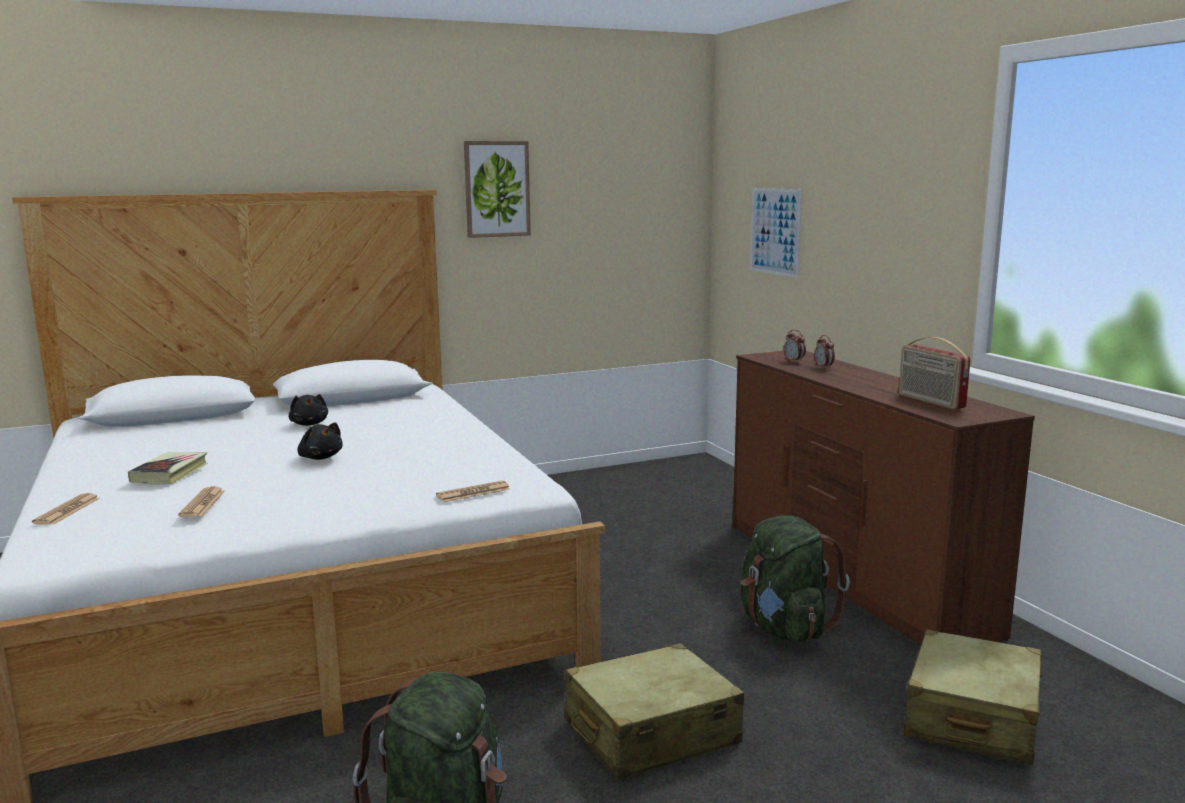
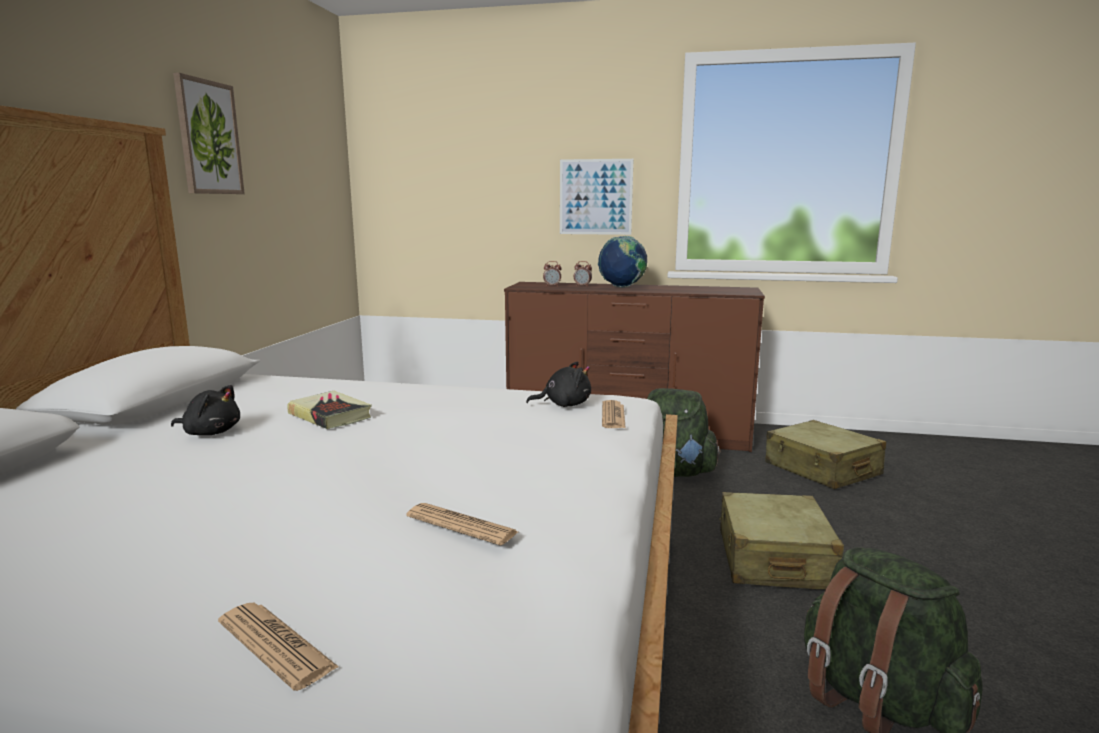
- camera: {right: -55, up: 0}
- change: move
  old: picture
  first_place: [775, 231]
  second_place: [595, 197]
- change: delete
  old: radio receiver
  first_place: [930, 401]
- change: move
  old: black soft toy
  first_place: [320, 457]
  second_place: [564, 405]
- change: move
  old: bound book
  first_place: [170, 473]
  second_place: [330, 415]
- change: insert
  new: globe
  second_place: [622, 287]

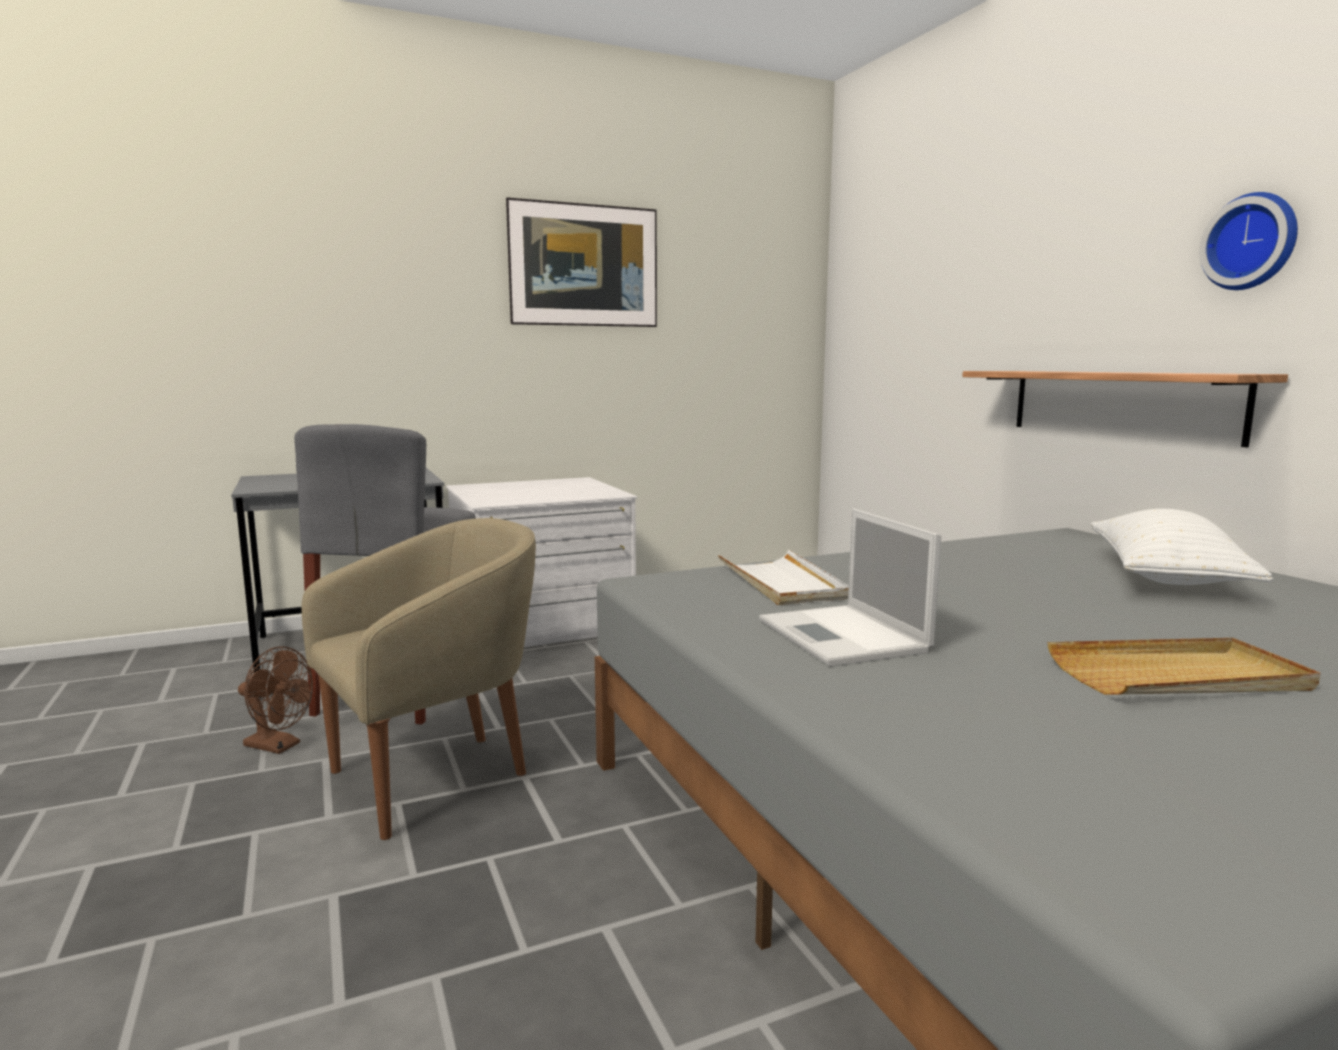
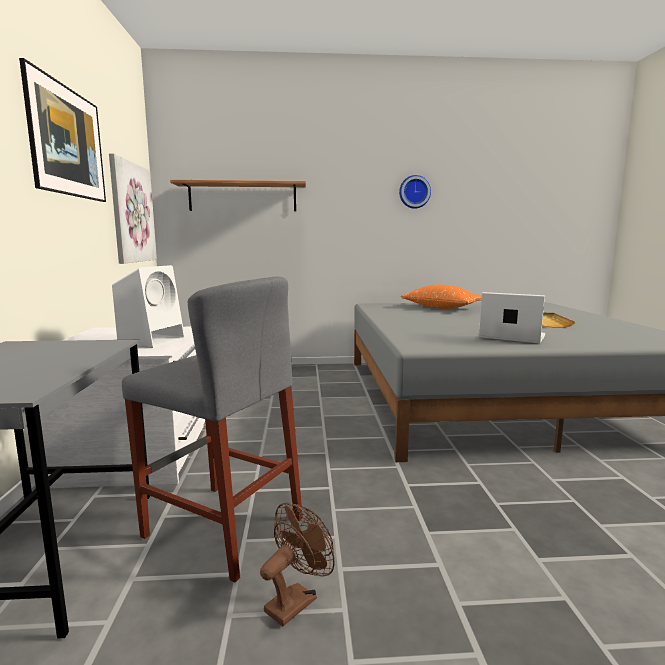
- camera: {right: -70, up: 0}
- change: move
  old: shelf
  first_place: [1120, 404]
  second_place: [242, 197]
- change: rotate
  old: portable computer
  first_place: [844, 637]
  second_place: [510, 336]
  degrees: -150
- change: recolor
  old: whitish throw pillow
  new: orange throw pillow
  first_place: [1165, 577]
  second_place: [440, 308]
- change: delete
  old: beige armchair
  first_place: [436, 776]
- change: delete
  old: whitish tray
  first_place: [782, 583]
- change: insert
  new: picture
  second_place: [132, 213]
- change: insert
  new: whitish loudspeaker
  second_place: [152, 341]

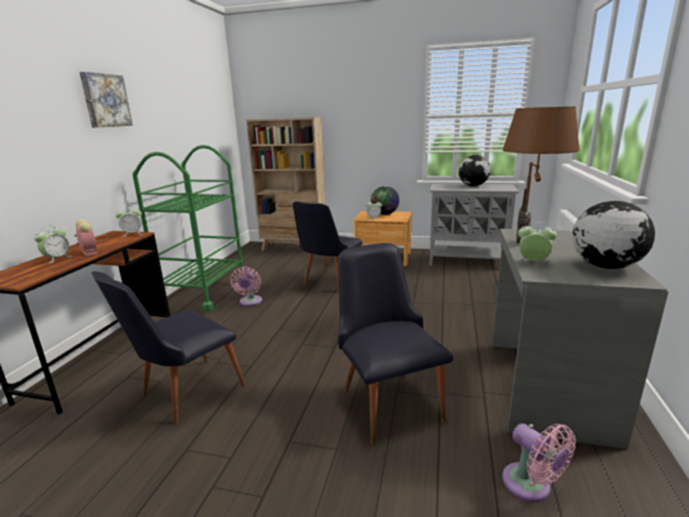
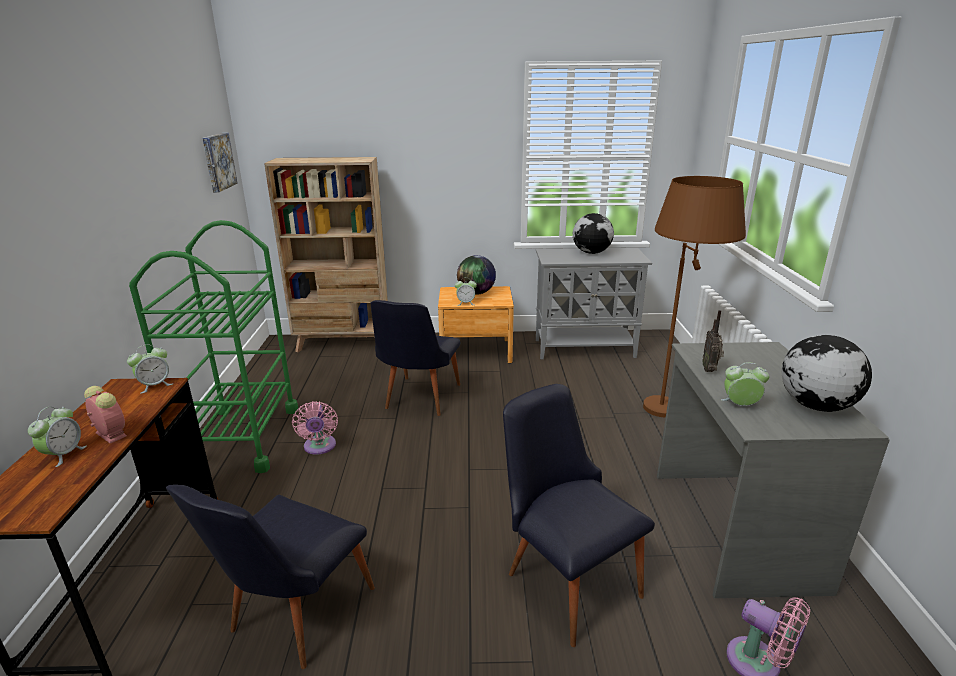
- camera: {right: -15, up: 5}
- change: move
  old: picture
  first_place: [105, 100]
  second_place: [217, 162]

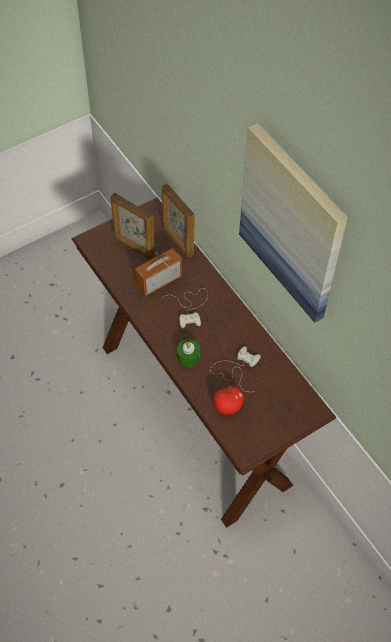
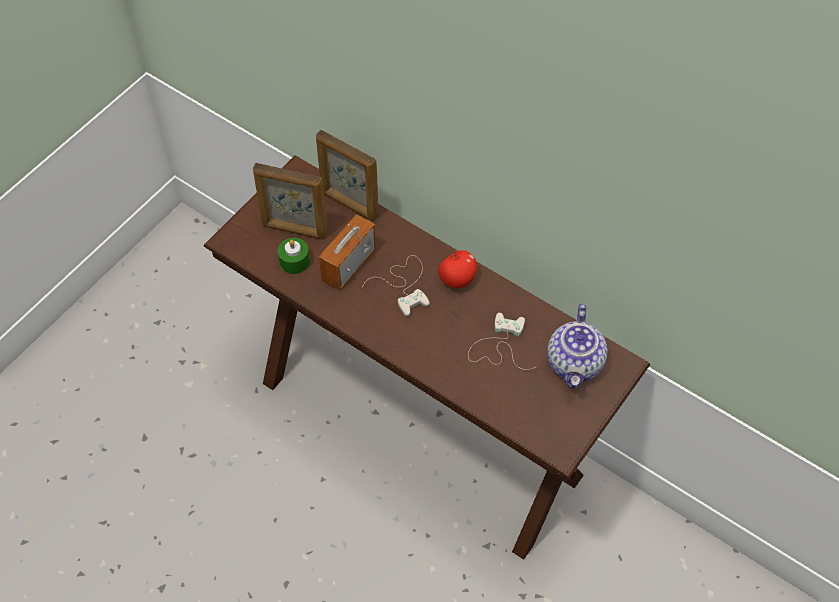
- camera: {right: -20, up: 0}
- change: delete
  old: picture
  first_place: [292, 224]
- change: move
  old: green wax light
  first_place: [188, 356]
  second_place: [294, 261]
- change: move
  old: whole apple
  first_place: [227, 407]
  second_place: [457, 279]
- change: insert
  new: teapot
  second_place: [575, 364]

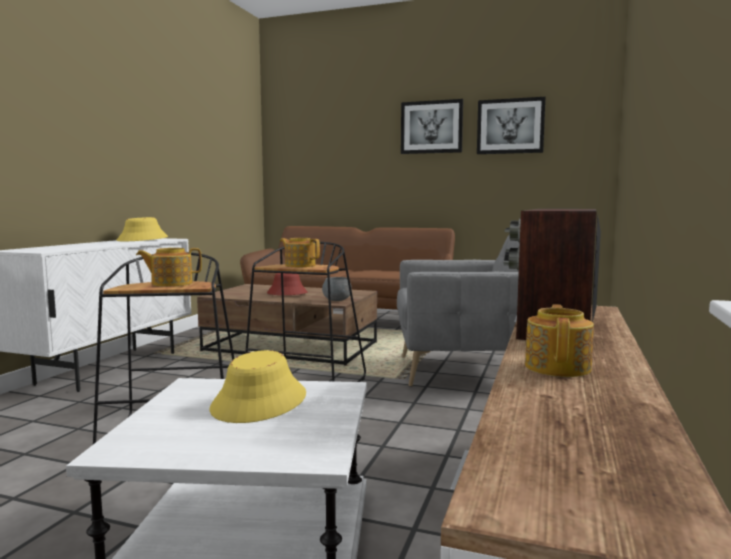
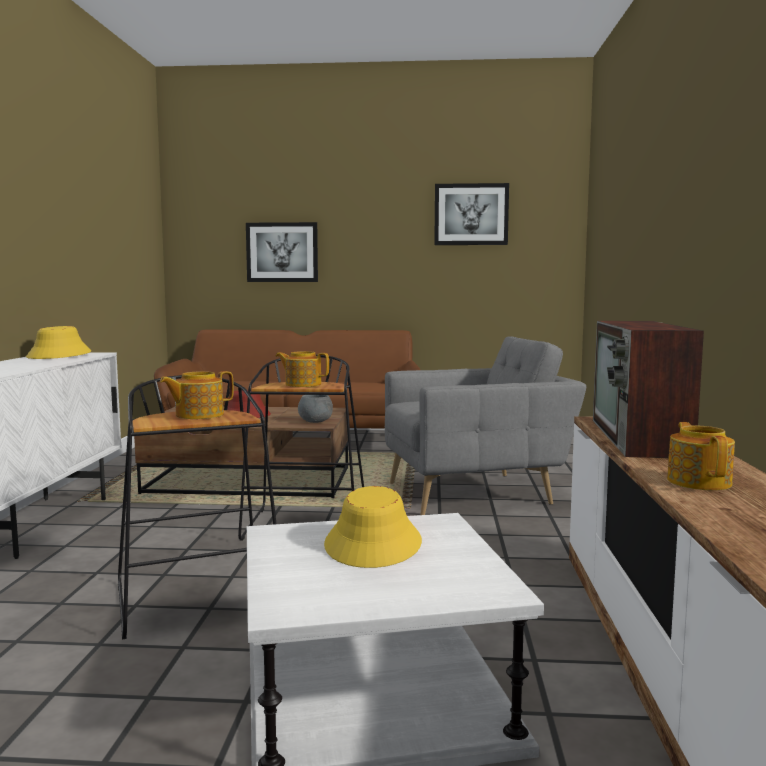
- camera: {right: -15, up: 0}
- change: move
  old: picture
  first_place: [431, 127]
  second_place: [282, 252]

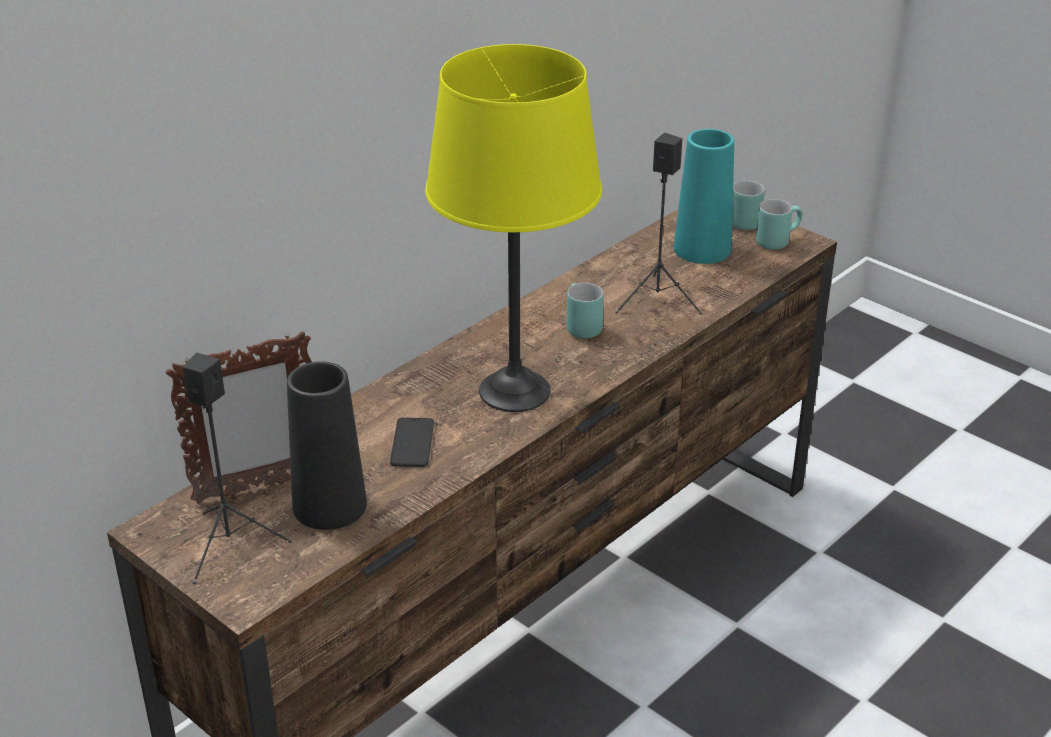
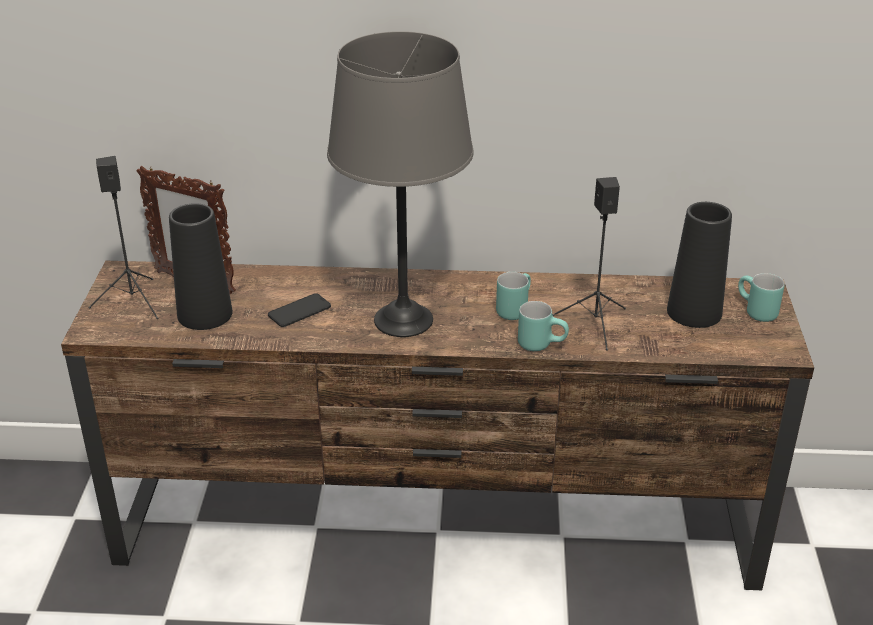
- camera: {right: 50, up: 0}
- change: recolor
  old: yellowish table lamp
  new: greyish table lamp
  first_place: [515, 391]
  second_place: [403, 320]
- change: recolor
  old: blue-green decorative vase
  new: black decorative vase
  first_place: [702, 249]
  second_place: [694, 312]
- change: move
  old: blue-green mug
  first_place: [776, 240]
  second_place: [542, 344]

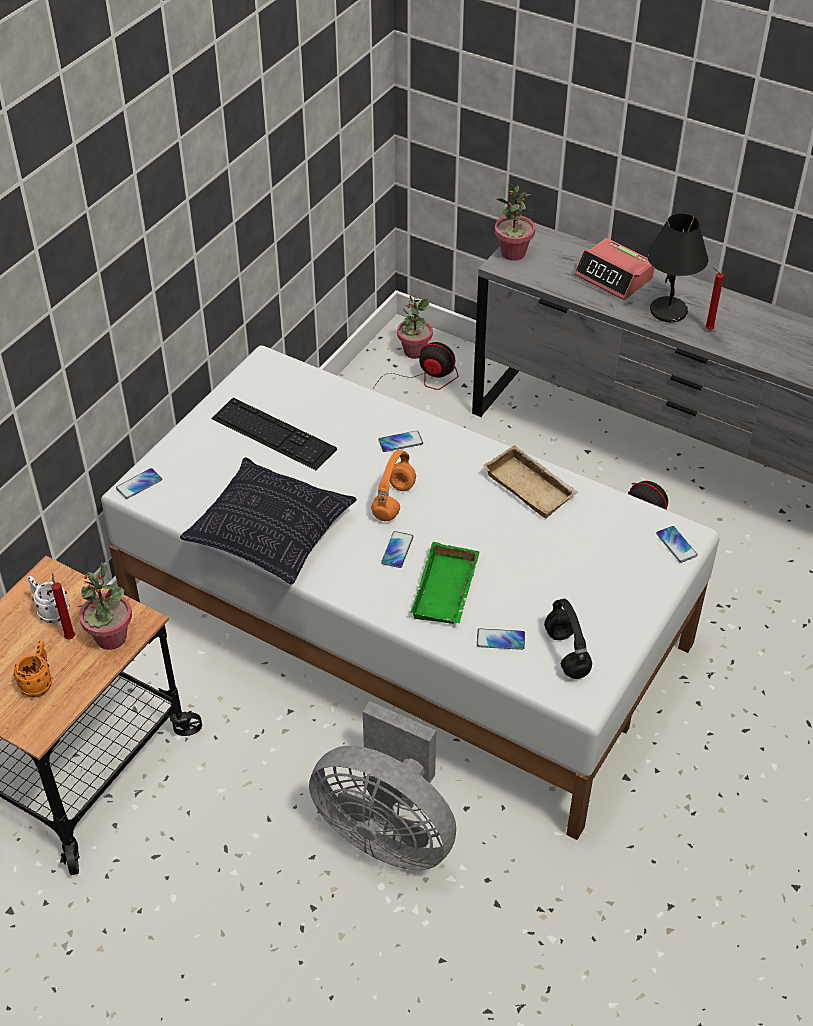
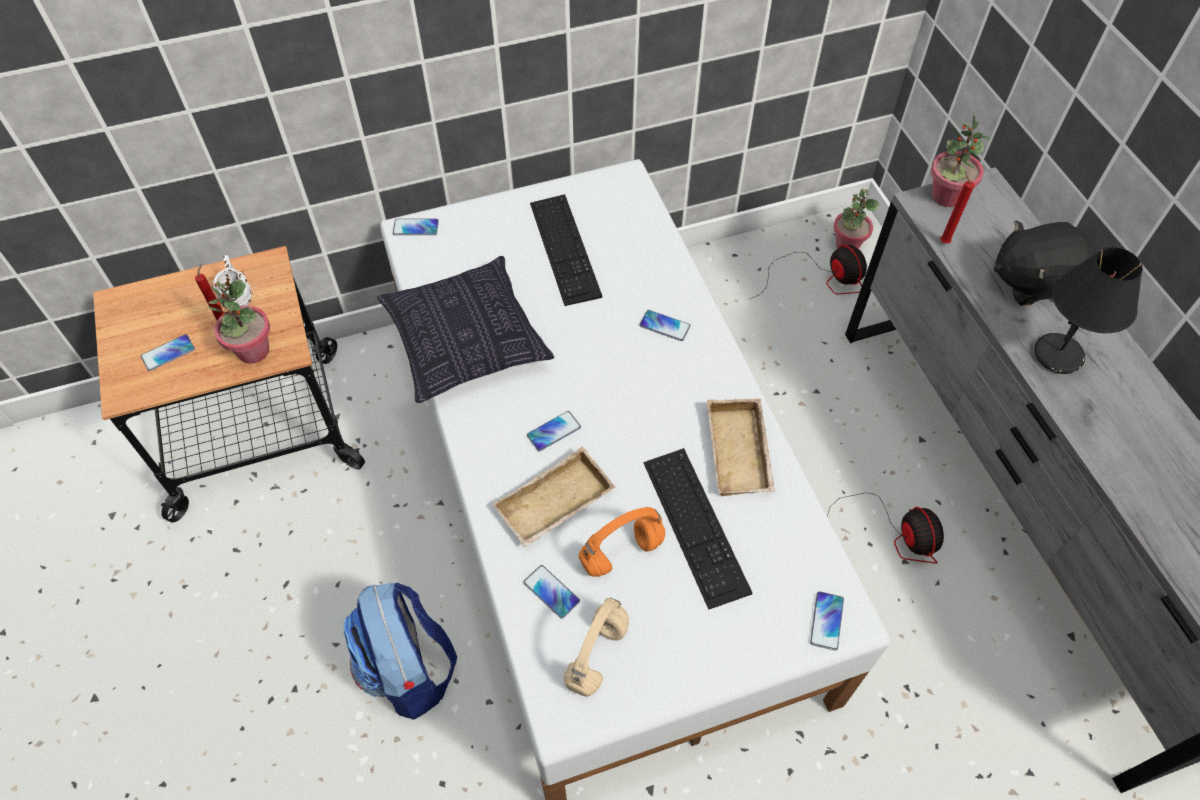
- camera: {right: 40, up: 10}
- change: replace
  old: bedside clock
  new: black soft toy
  first_place: [614, 277]
  second_place: [1032, 282]
- change: move
  old: reddish wax light
  first_place: [707, 329]
  second_place: [943, 241]
- change: move
  old: orange headphones
  first_place: [394, 502]
  second_place: [621, 554]
- change: recolor
  old: green tray
  new: beige tray
  first_place: [447, 591]
  second_place: [555, 505]
- change: recolor
  old: black headphones
  new: beige headphones
  first_place: [567, 654]
  second_place: [597, 657]
- change: replace
  old: orange mug
  new: handset
  first_place: [39, 683]
  second_place: [168, 353]
- change: replace
  old: greyish electric fan
  new: rucksack
  first_place: [387, 831]
  second_place: [409, 670]
- change: insert
  new: computer keyboard
  second_place: [695, 525]

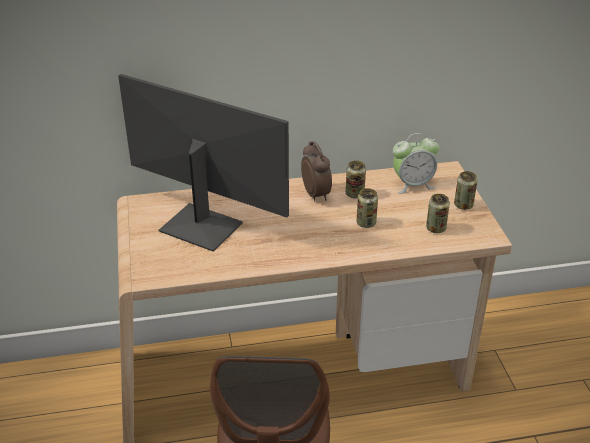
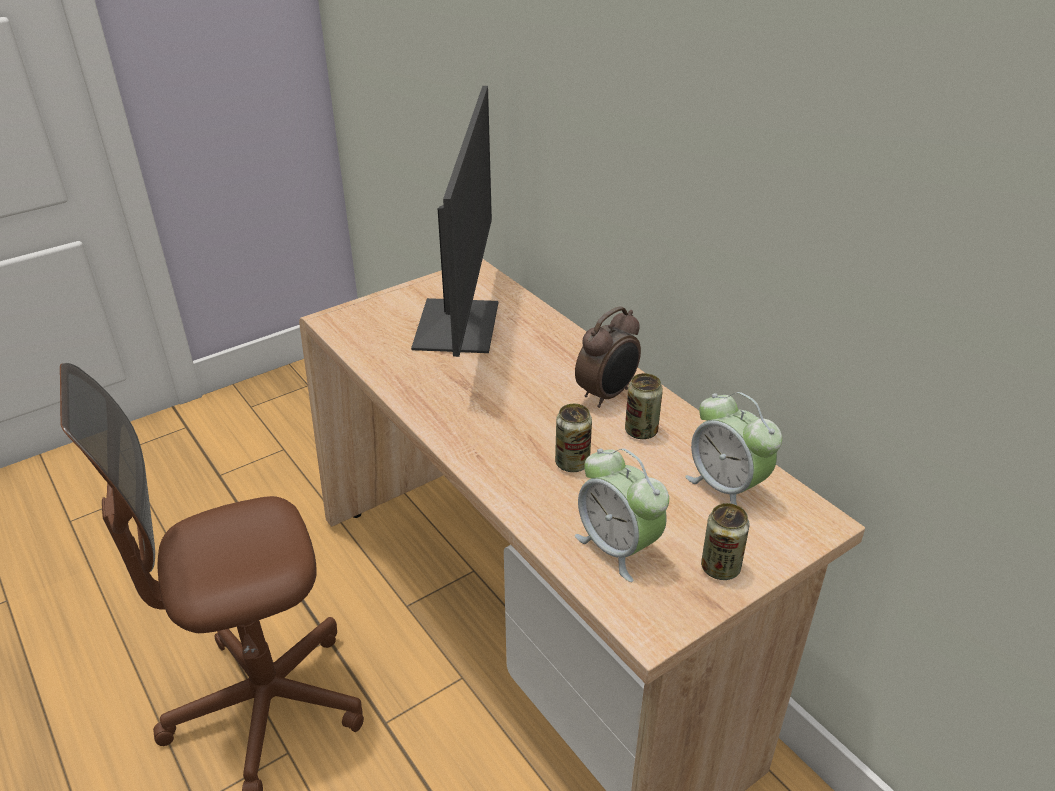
- camera: {right: 65, up: 0}
- change: replace
  old: sealed can
  new: bedside clock
  first_place: [435, 228]
  second_place: [618, 547]

